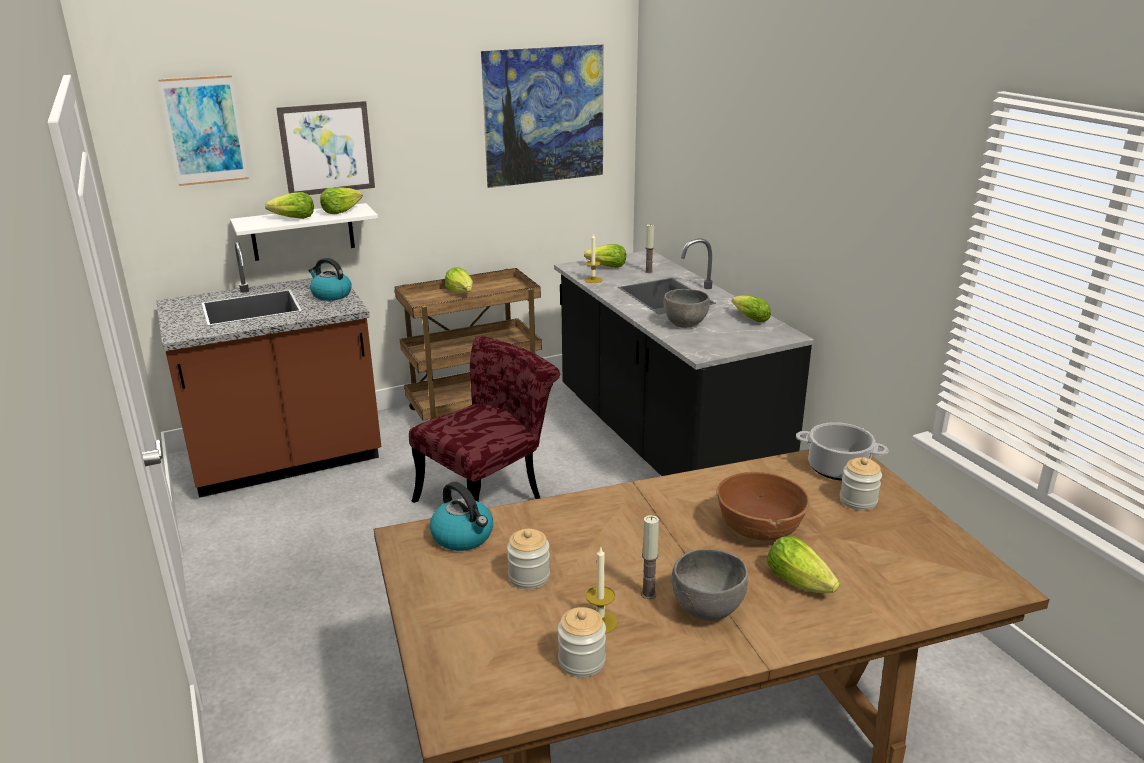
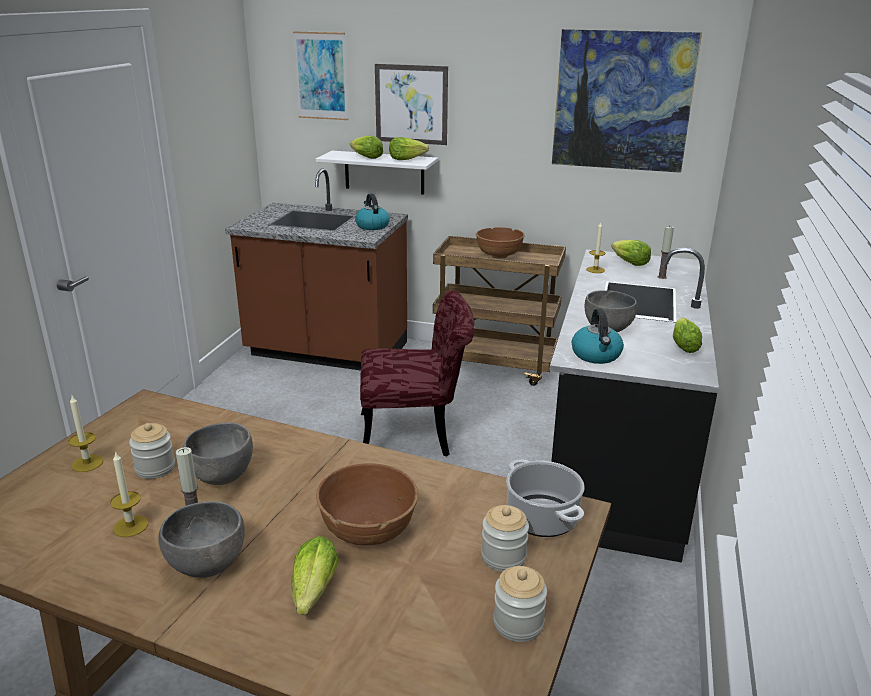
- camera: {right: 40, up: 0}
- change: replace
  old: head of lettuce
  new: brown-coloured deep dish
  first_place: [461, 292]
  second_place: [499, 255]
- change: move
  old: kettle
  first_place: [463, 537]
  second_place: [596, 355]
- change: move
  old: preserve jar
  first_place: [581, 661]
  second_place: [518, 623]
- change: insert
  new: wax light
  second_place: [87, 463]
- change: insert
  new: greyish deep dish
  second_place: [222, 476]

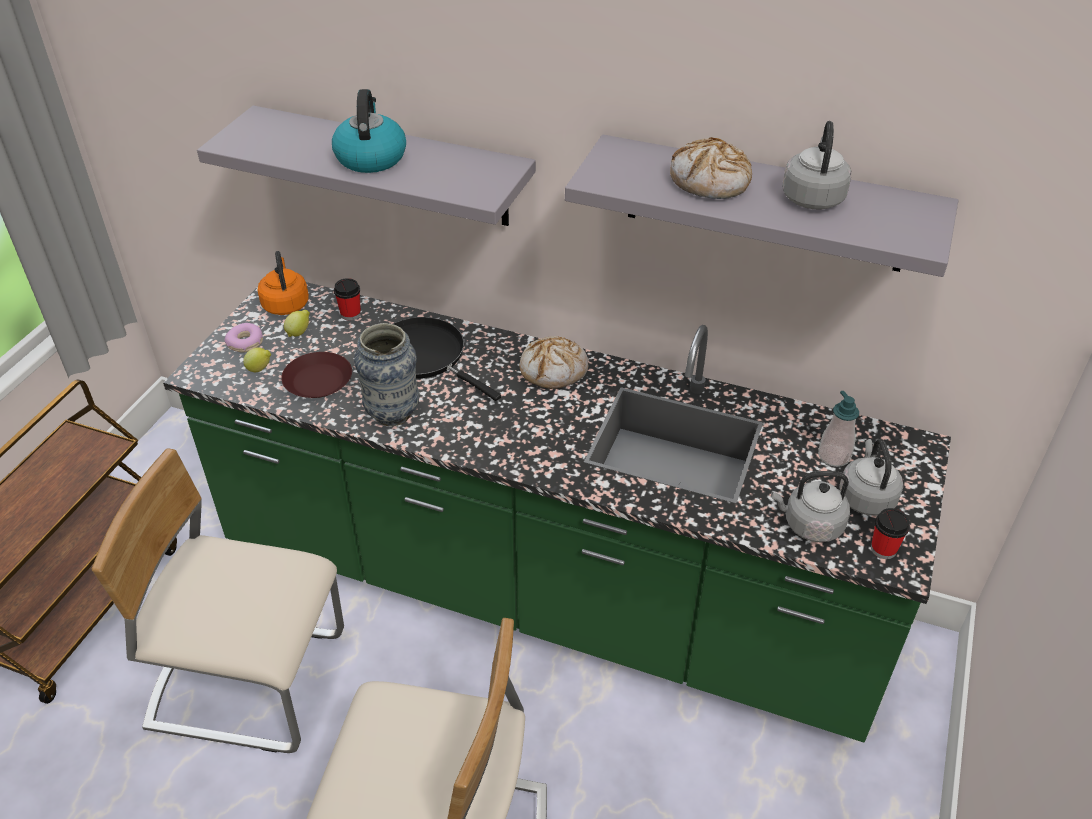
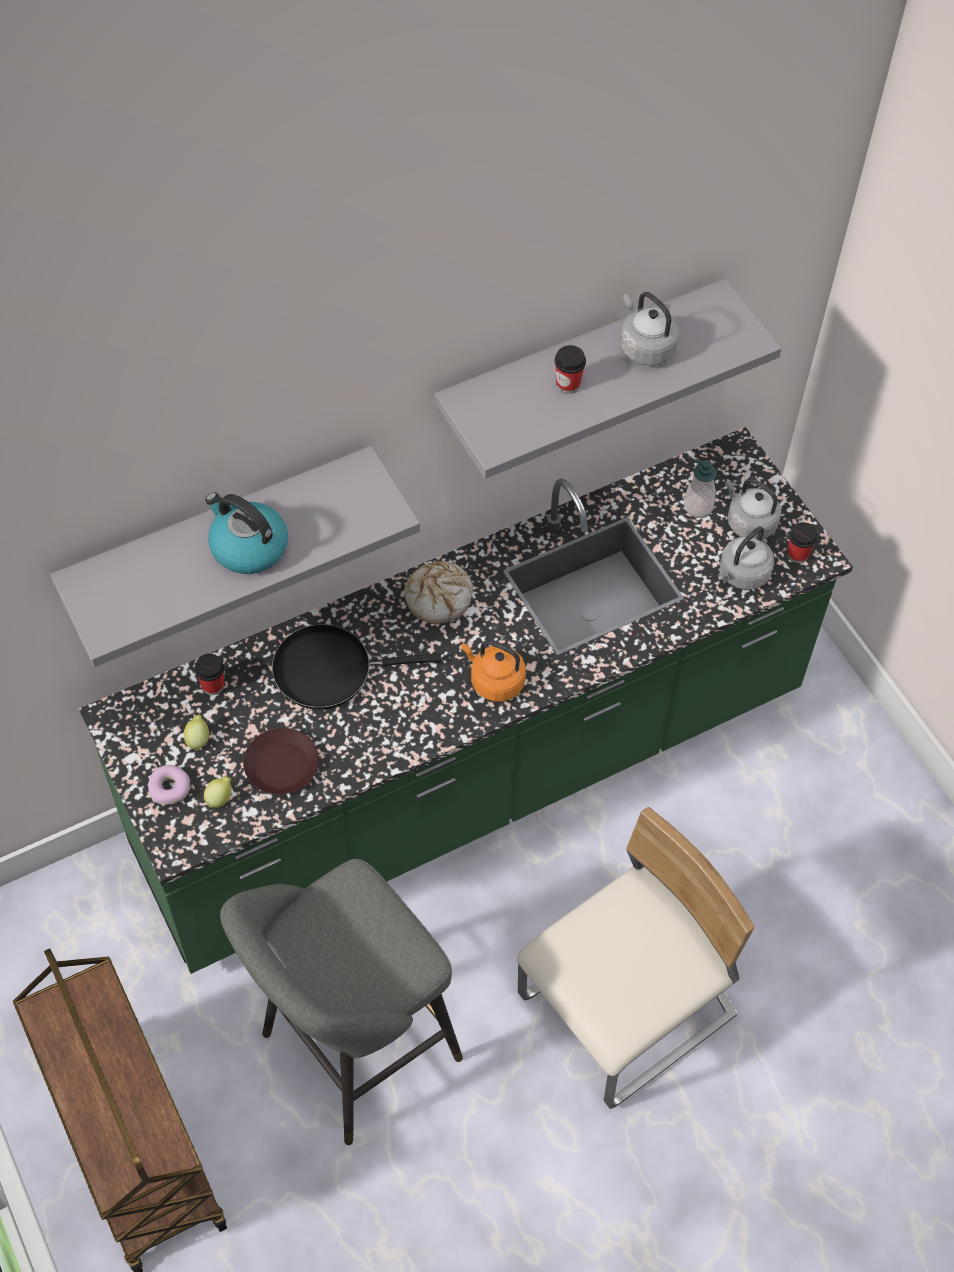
- camera: {right: -50, up: 15}
- change: replace
  old: bread
  new: small cup
  first_place: [710, 181]
  second_place: [568, 384]
- change: move
  old: orange kettle
  first_place: [285, 304]
  second_place: [494, 681]
- change: delete
  old: decorative vase
  first_place: [393, 414]
- change: replace
  old: beige plain chair
  new: greyish stool
  first_place: [249, 680]
  second_place: [352, 1052]

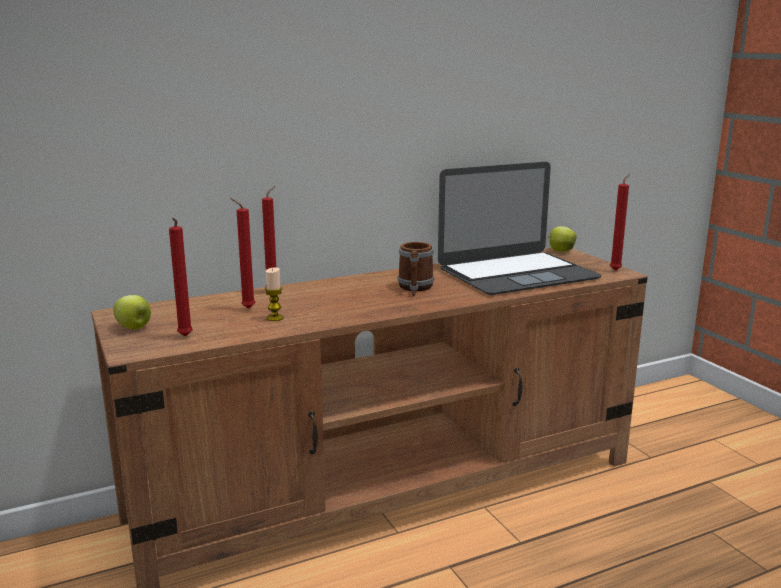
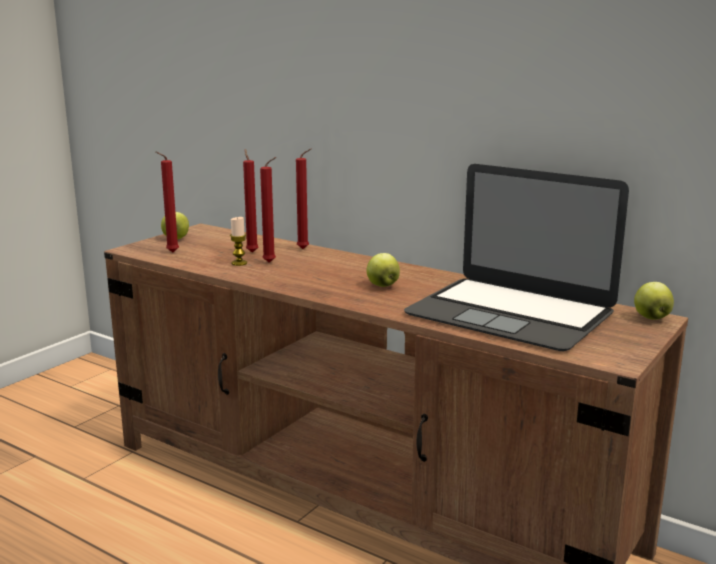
- camera: {right: 60, up: 0}
- change: move
  old: reddish wax light
  first_place: [616, 270]
  second_place: [271, 263]
- change: replace
  old: mug
  new: whole apple
  first_place: [415, 288]
  second_place: [382, 286]

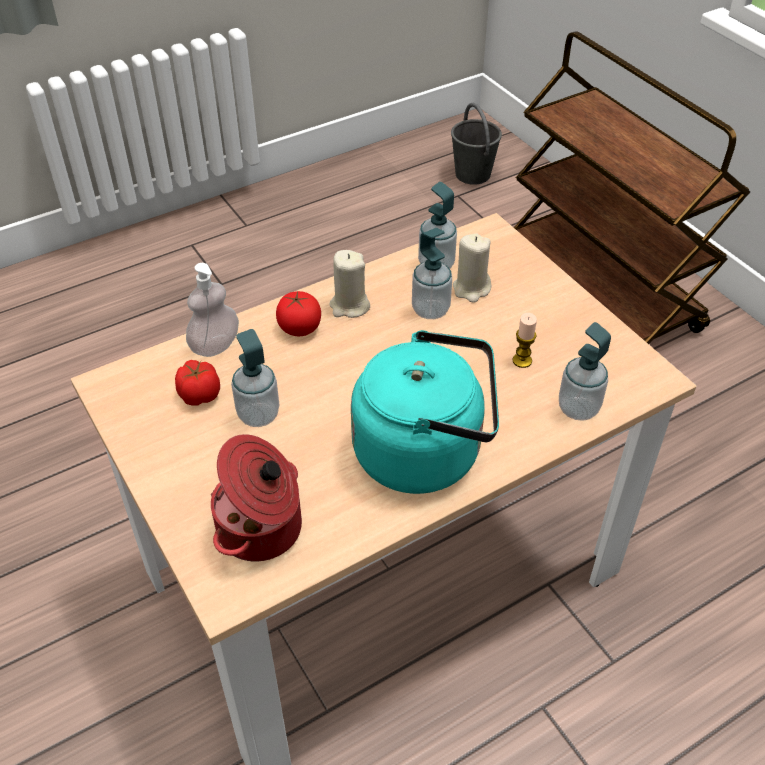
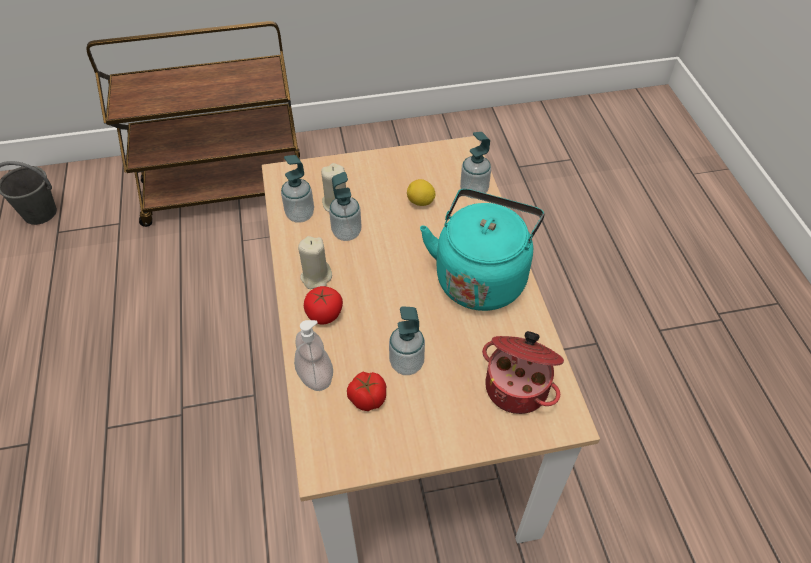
- camera: {right: -70, up: 5}
- change: replace
  old: wax light
  new: whole lemon
  first_place: [522, 361]
  second_place: [420, 202]

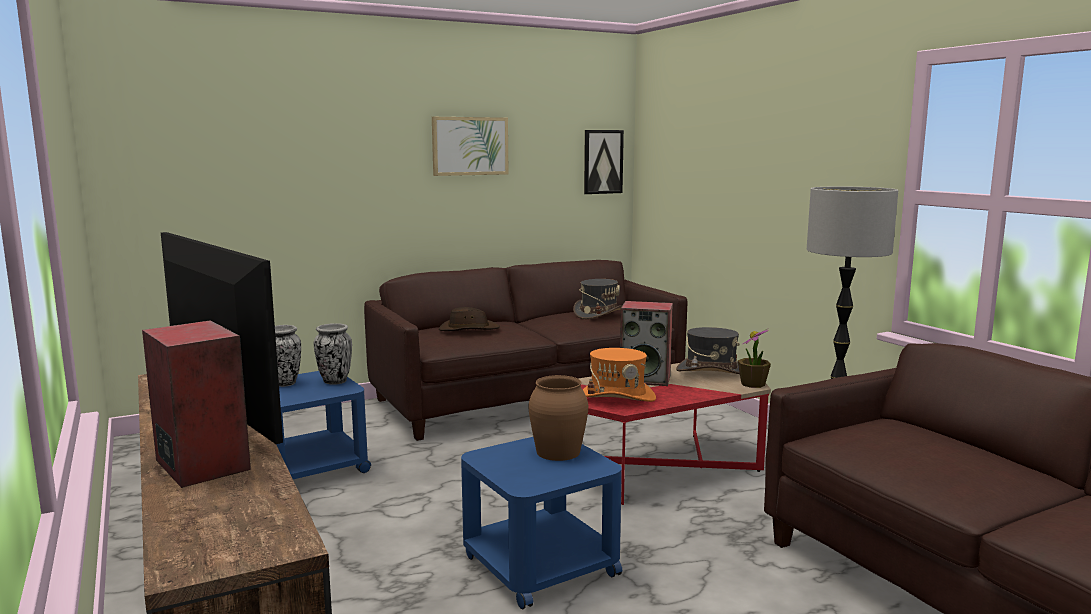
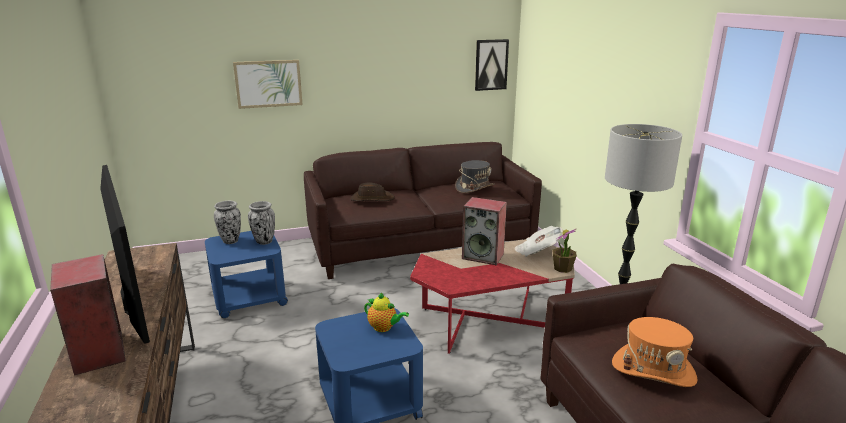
- camera: {right: 10, up: 10}
- change: move
  old: picture
  first_place: [470, 146]
  second_place: [268, 83]
- change: replace
  old: greyish wearable hat
  new: newspaper
  first_place: [711, 371]
  second_place: [537, 251]
- change: move
  old: orange wearable hat
  first_place: [617, 397]
  second_place: [653, 370]
- change: replace
  old: brown-coloured decorative vase
  new: teapot
  first_place: [557, 452]
  second_place: [384, 328]

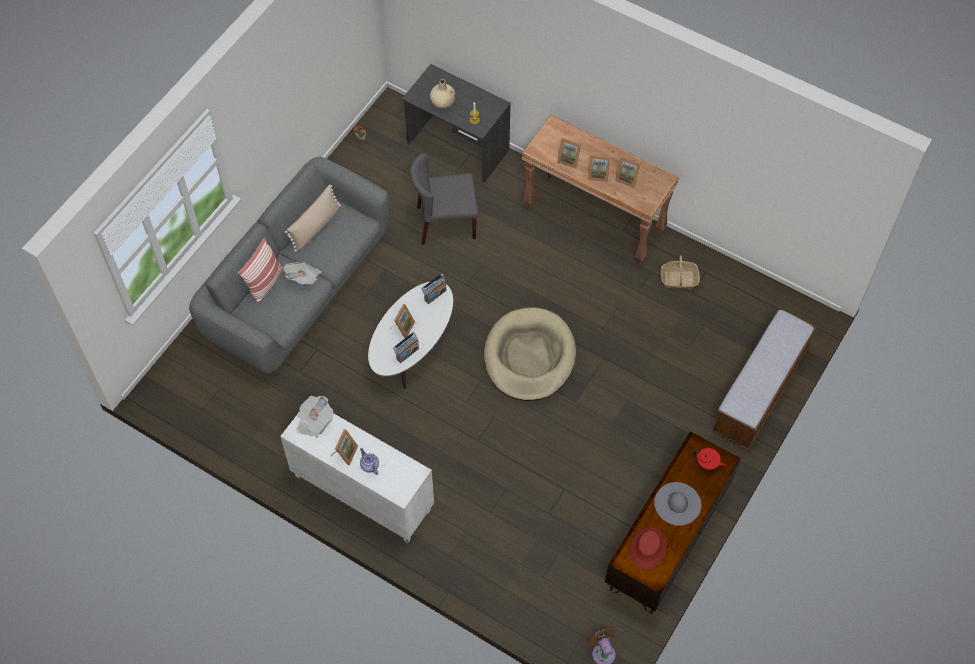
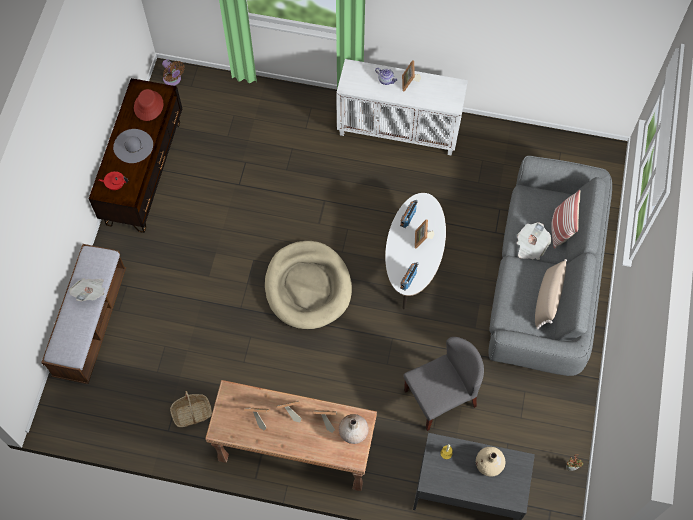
- camera: {right: 160, up: 5}
- change: move
  old: newspaper
  first_place: [314, 421]
  second_place: [90, 292]
- change: insert
  new: beige decorative vase
  second_place: [353, 432]

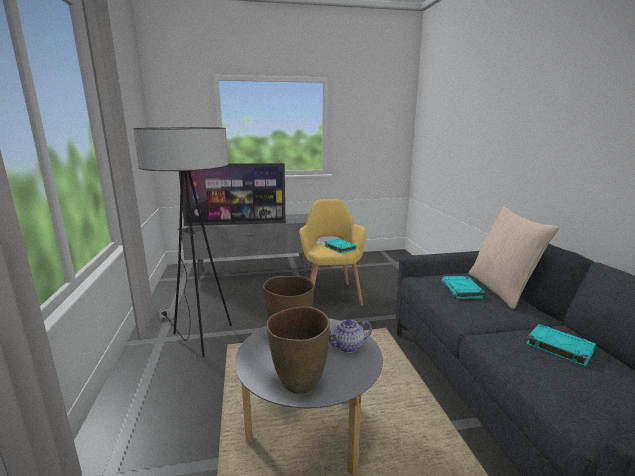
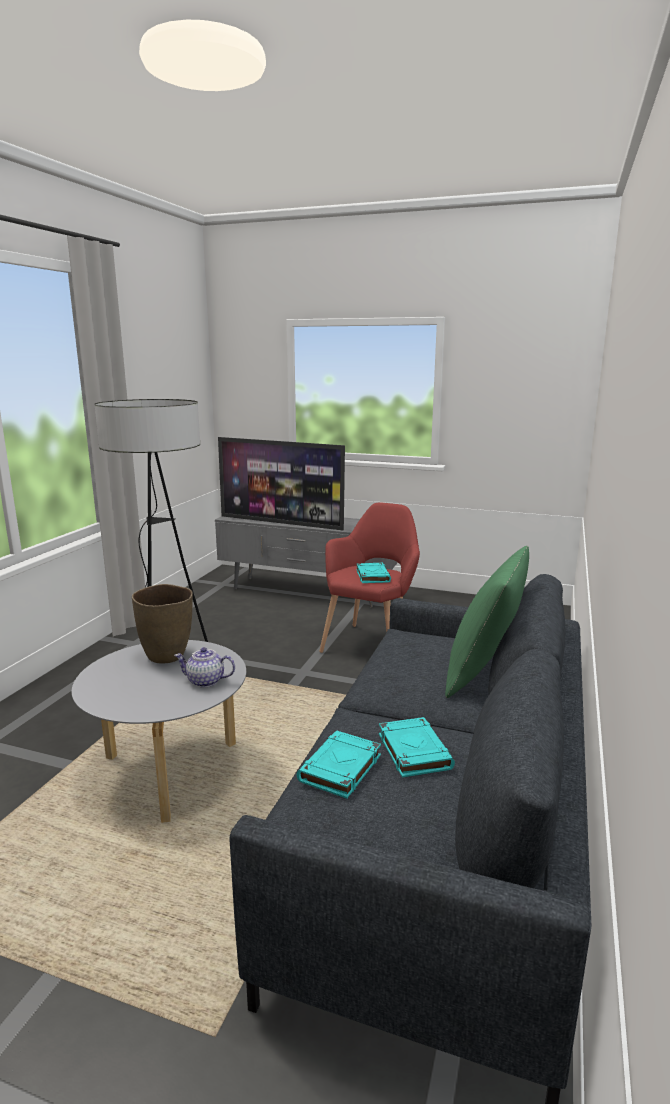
- camera: {right: 30, up: 0}
- change: recolor
  old: yellowish armchair
  new: reddish armchair
  first_place: [331, 293]
  second_place: [371, 642]
- change: recolor
  old: beige throw pillow
  new: green throw pillow
  first_place: [501, 289]
  second_place: [483, 673]
- change: move
  old: blue-green bound book
  first_place: [462, 290]
  second_place: [340, 769]
- change: delete
  old: brown-coloured decorative vase
  first_place: [300, 382]

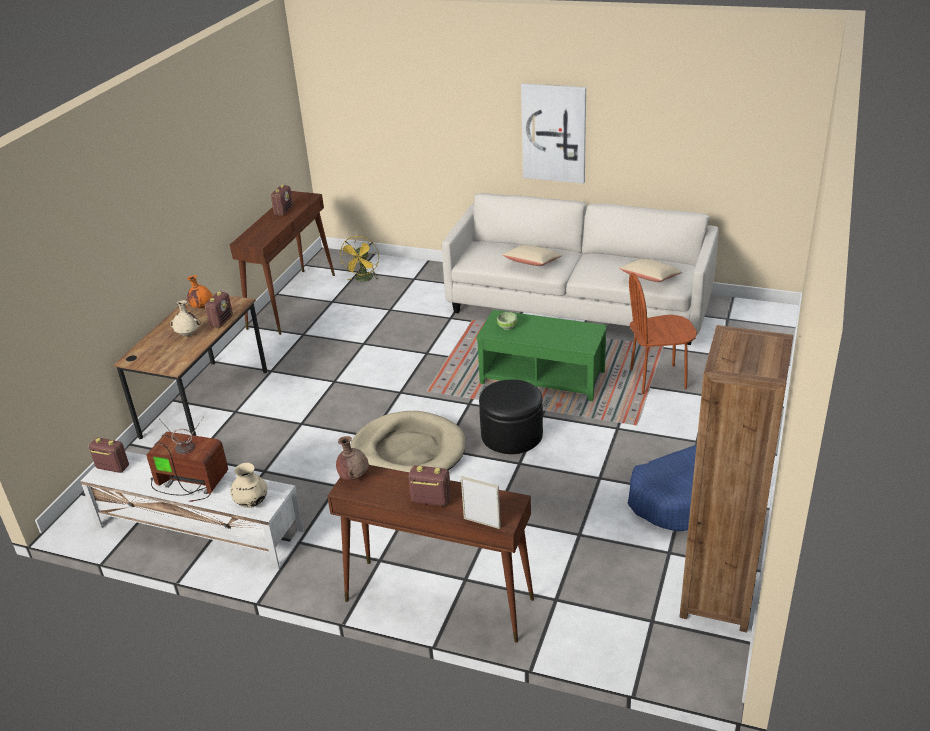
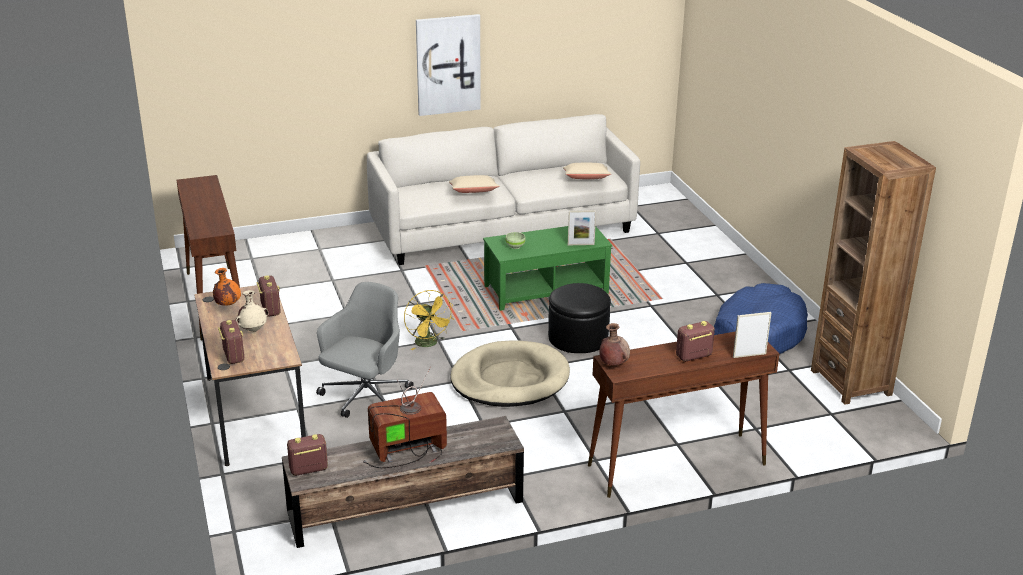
- camera: {right: -40, up: -5}
- change: move
  old: radio receiver
  first_place: [283, 211]
  second_place: [233, 356]
- change: move
  old: yellowish electric fan
  first_place: [363, 279]
  second_place: [429, 344]
- change: delete
  old: brown-coloured plain chair
  first_place: [658, 379]
- change: recolor
  old: whitish tv unit
  new: brown-coloured tv unit
  first_place: [198, 529]
  second_place: [404, 506]
- change: delete
  old: beige decorative vase
  first_place: [251, 502]
- change: insert
  new: standing frame
  second_place: [581, 244]
- change: insert
  new: greyish desk chair
  second_place: [365, 397]

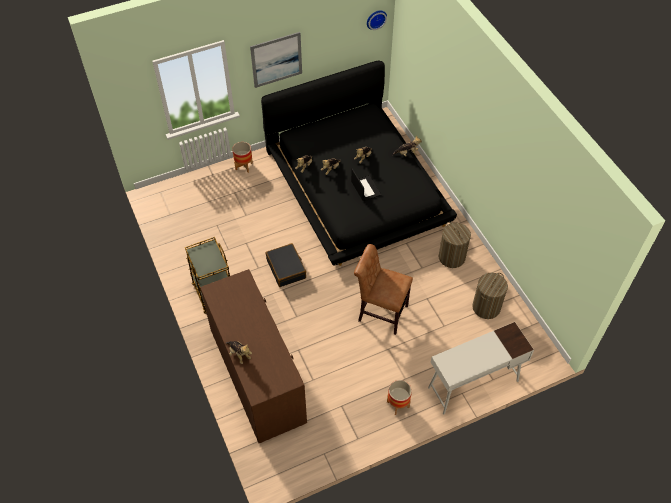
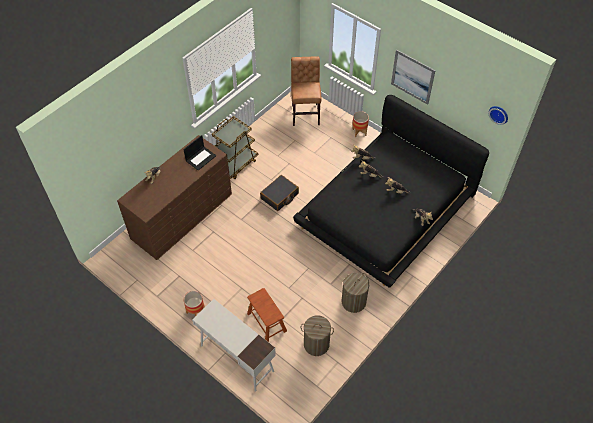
- camera: {right: 65, up: 0}
- change: move
  old: portable computer
  first_place: [365, 188]
  second_place: [201, 158]
- change: move
  old: brown-coloured plain chair
  first_place: [380, 312]
  second_place: [305, 113]
- change: insert
  new: brown-coloured stool
  second_place: [266, 322]

